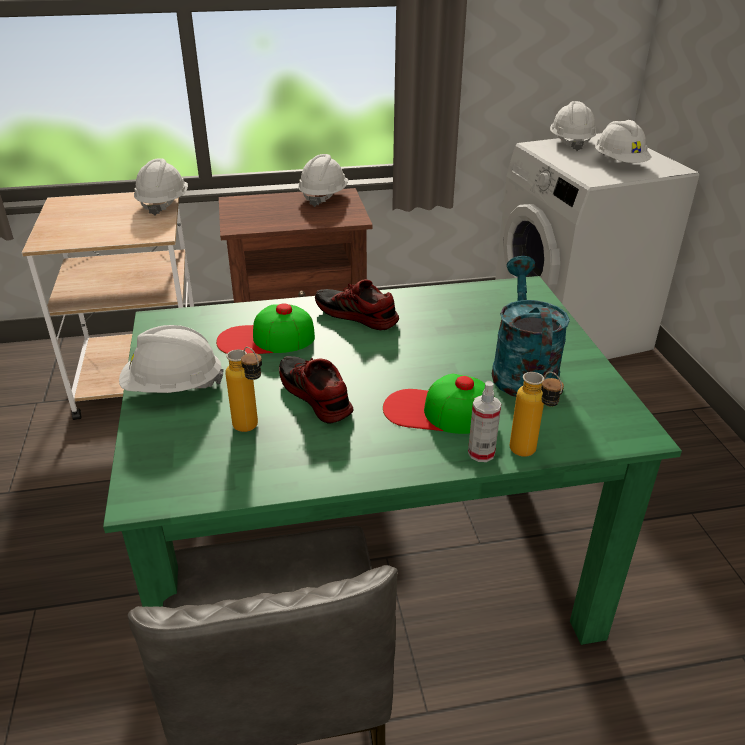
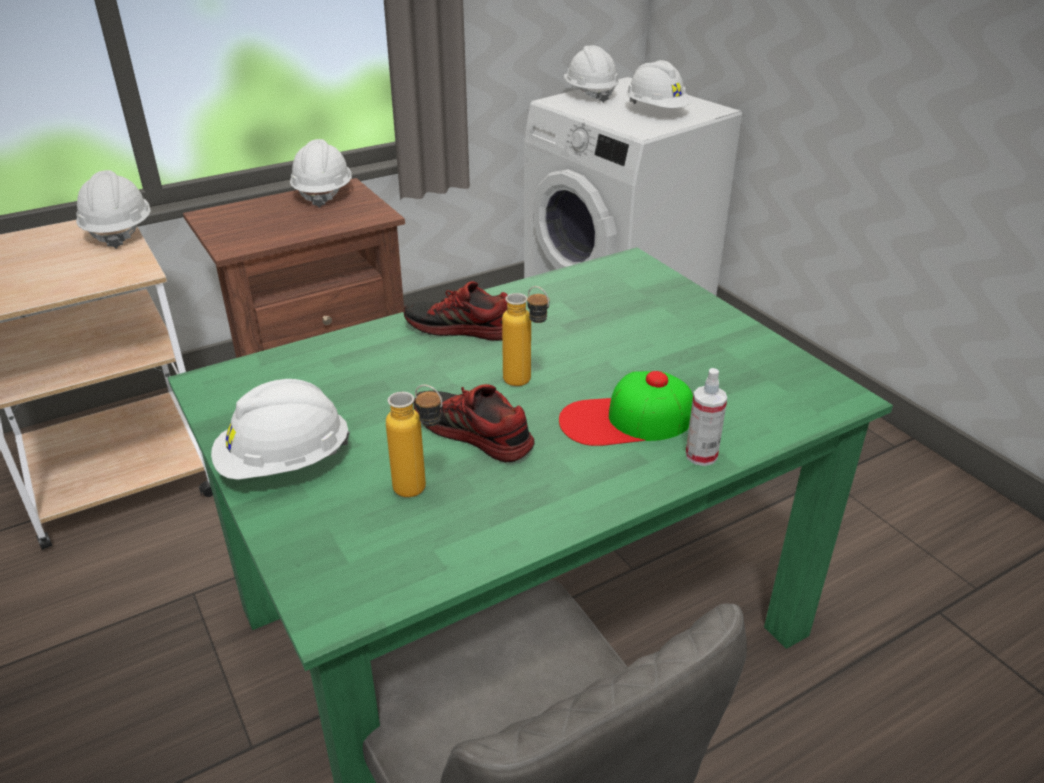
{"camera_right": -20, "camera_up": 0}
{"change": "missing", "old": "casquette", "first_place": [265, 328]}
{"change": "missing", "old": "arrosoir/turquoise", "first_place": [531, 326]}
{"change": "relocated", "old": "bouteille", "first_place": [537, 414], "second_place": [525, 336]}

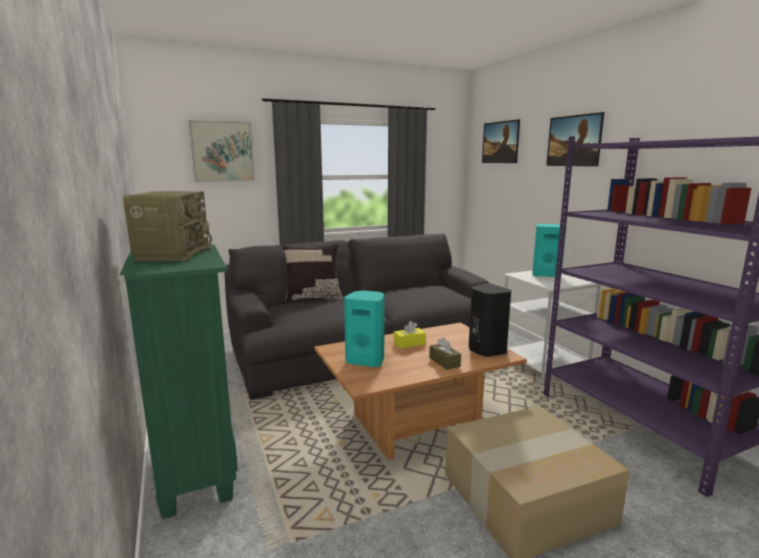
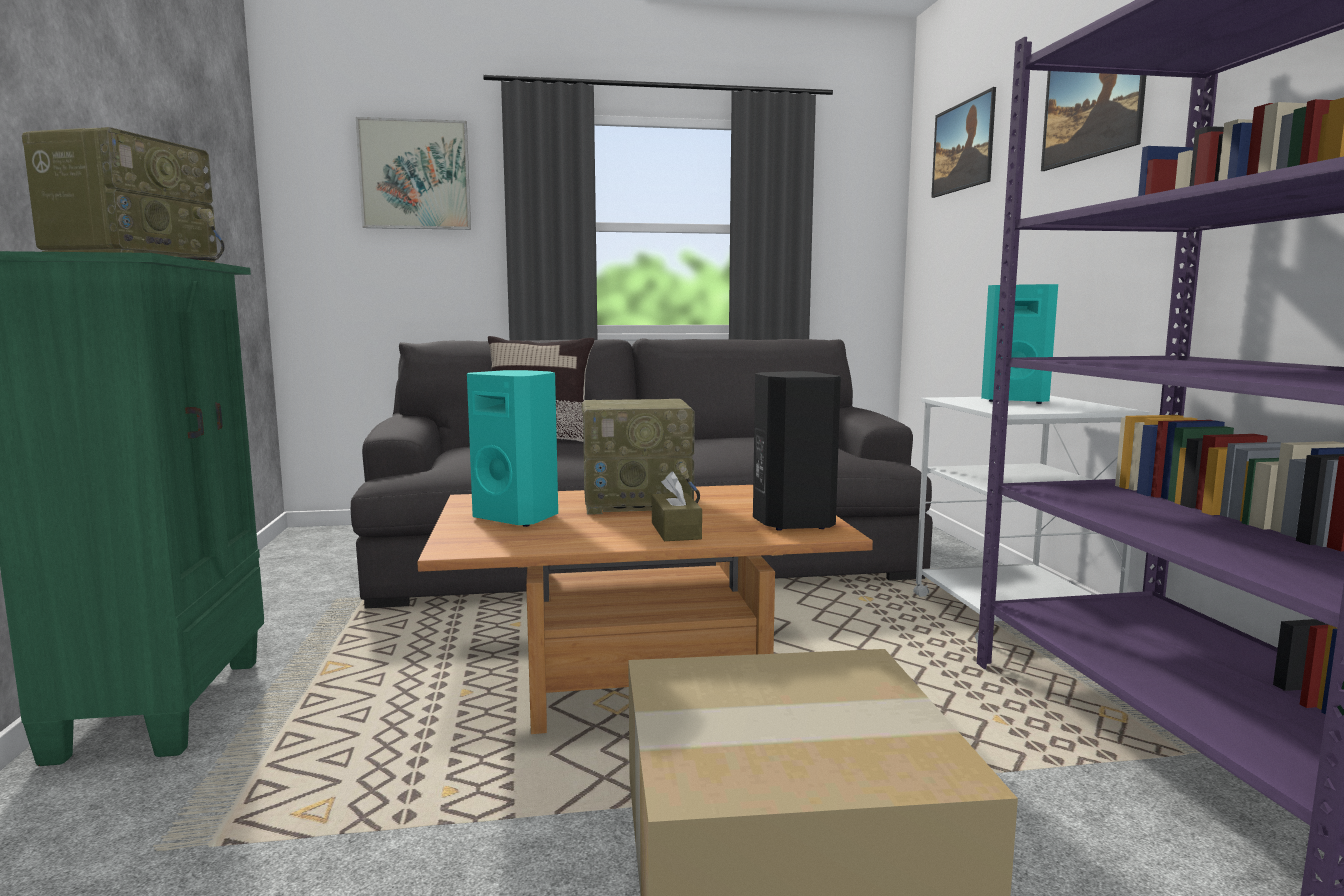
{"camera_right": 15, "camera_up": -5}
{"change": "exchanged", "old": "boîte à mouchoirs/jaune", "new": "radio", "first_place": [410, 334], "second_place": [641, 457]}

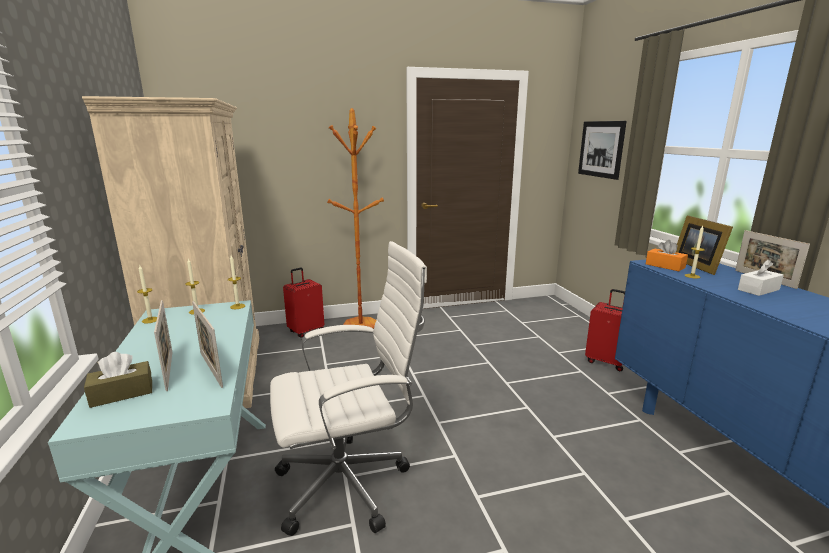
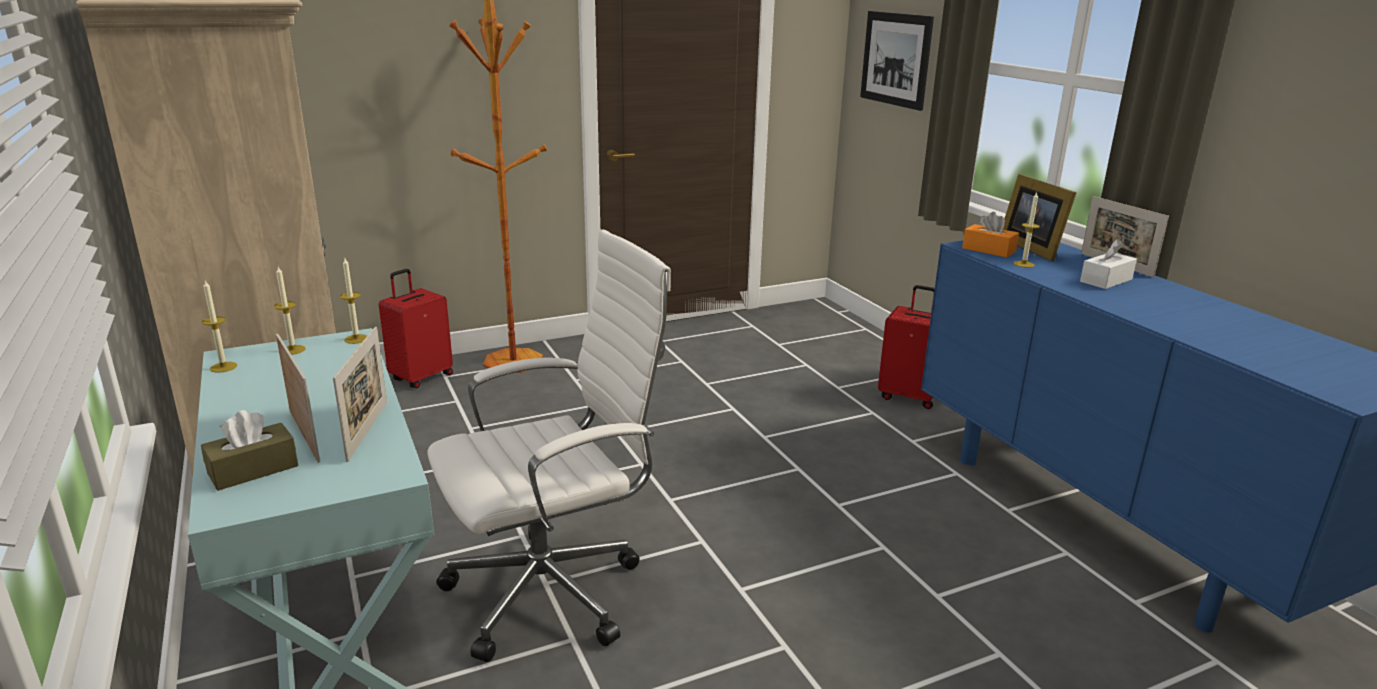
{"camera_right": -10, "camera_up": 5}
{"change": "spun", "old": "cadre photo", "first_place": [207, 344], "second_place": [360, 394], "degrees": -135}

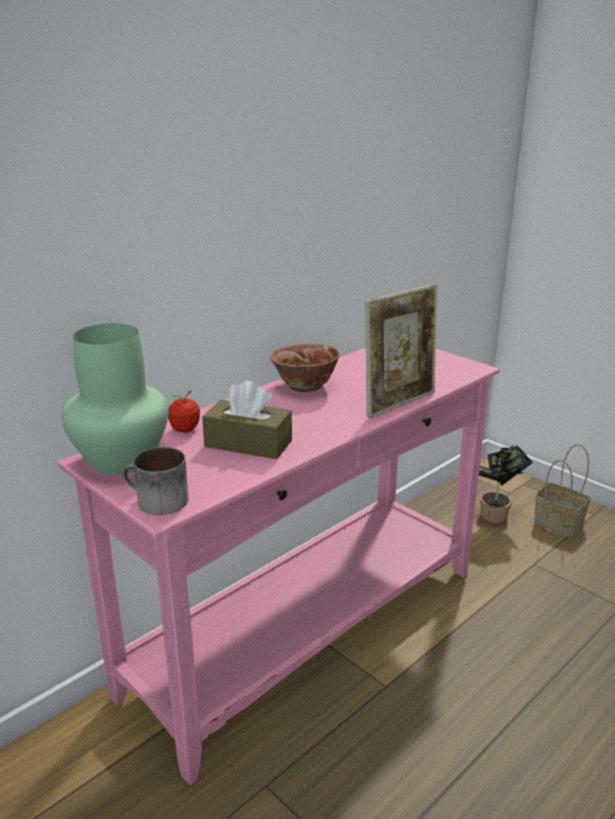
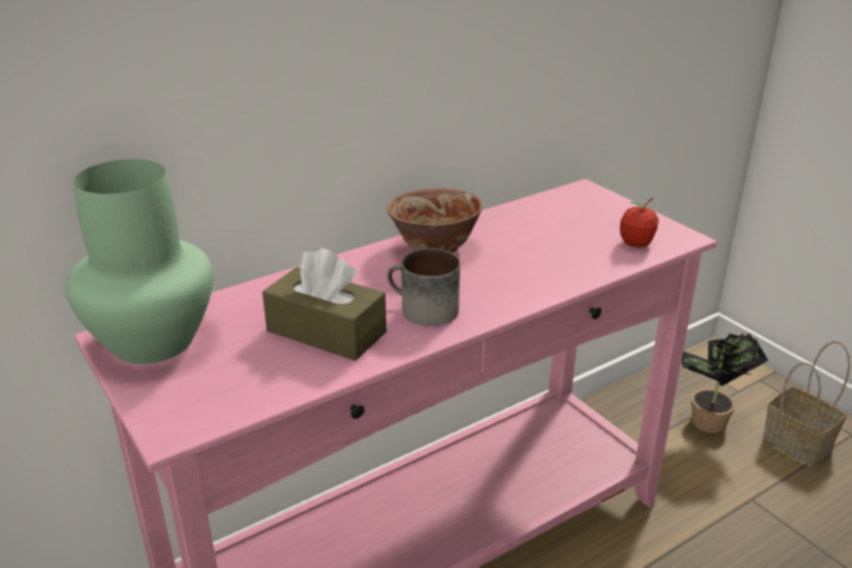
{"camera_right": 10, "camera_up": 5}
{"change": "missing", "old": "cadre photo", "first_place": [401, 351]}
{"change": "relocated", "old": "mug", "first_place": [156, 481], "second_place": [423, 287]}
{"change": "relocated", "old": "pomme", "first_place": [184, 411], "second_place": [639, 222]}

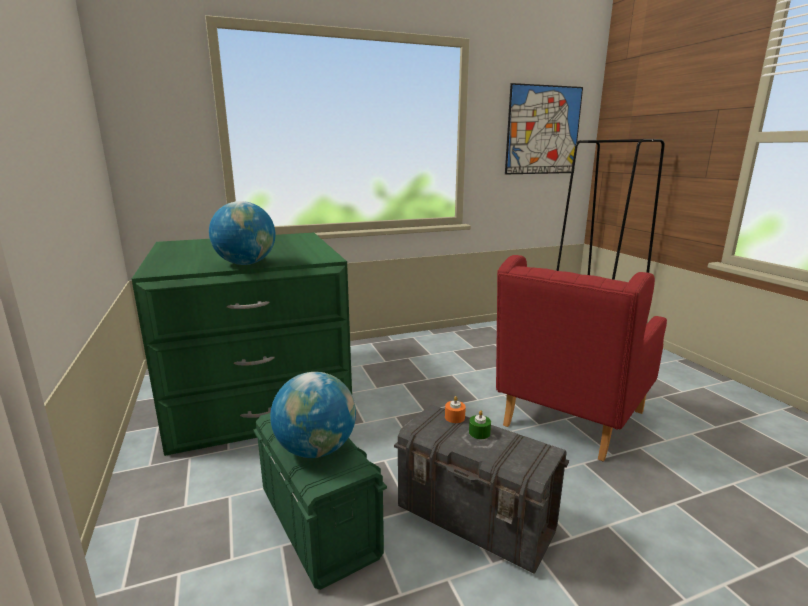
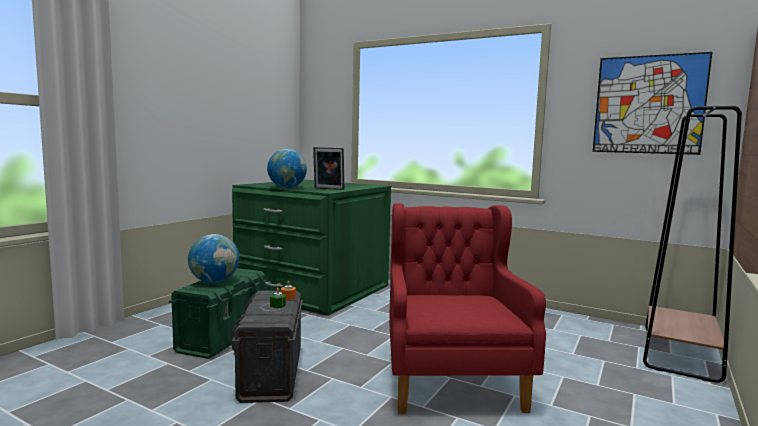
{"camera_right": 50, "camera_up": -10}
{"change": "appeared", "new": "cadre photo", "second_place": [328, 168]}
{"change": "spun", "old": "fauteuil/rouge", "first_place": [581, 358], "second_place": [467, 308], "degrees": 90}

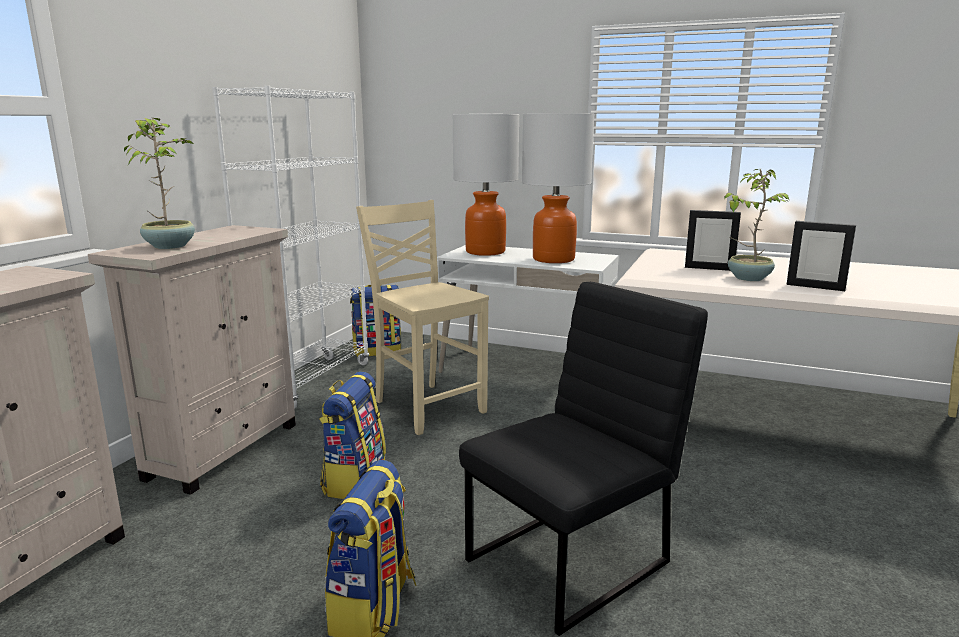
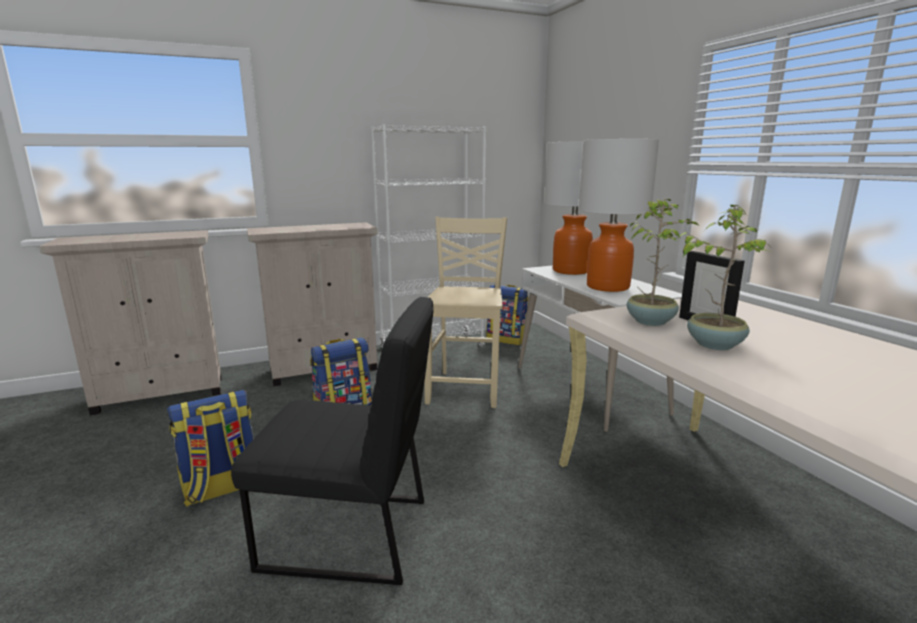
{"camera_right": 45, "camera_up": 0}
{"change": "missing", "old": "cadre photo", "first_place": [821, 256]}
{"change": "relocated", "old": "plante en pot", "first_place": [159, 183], "second_place": [662, 262]}

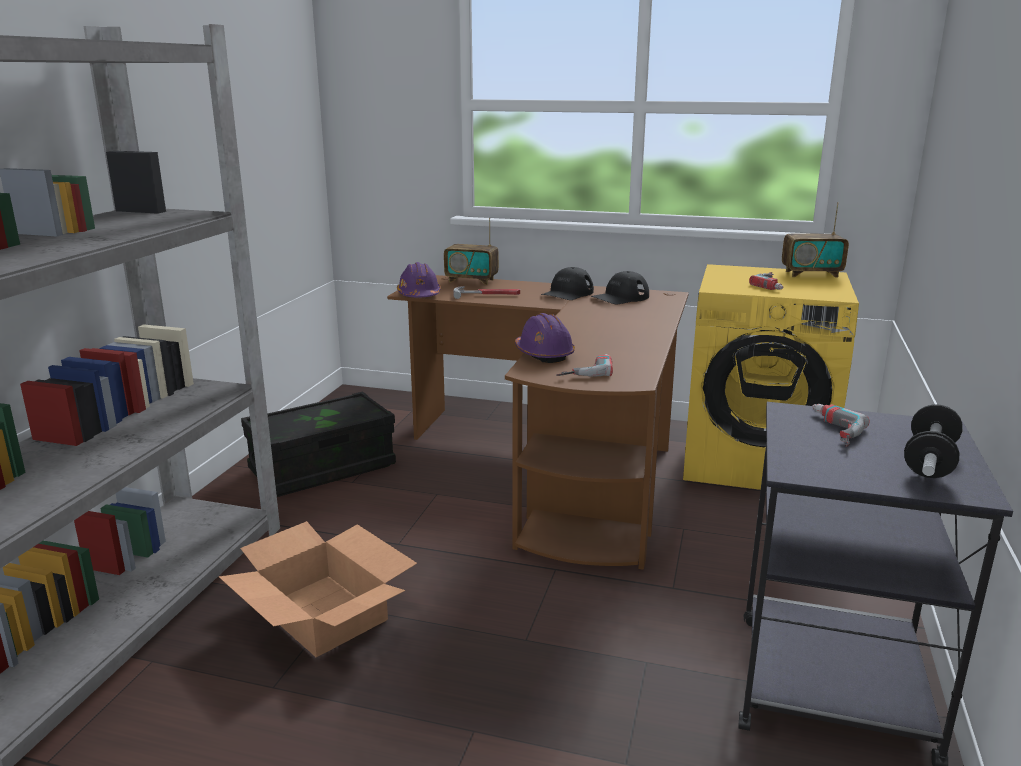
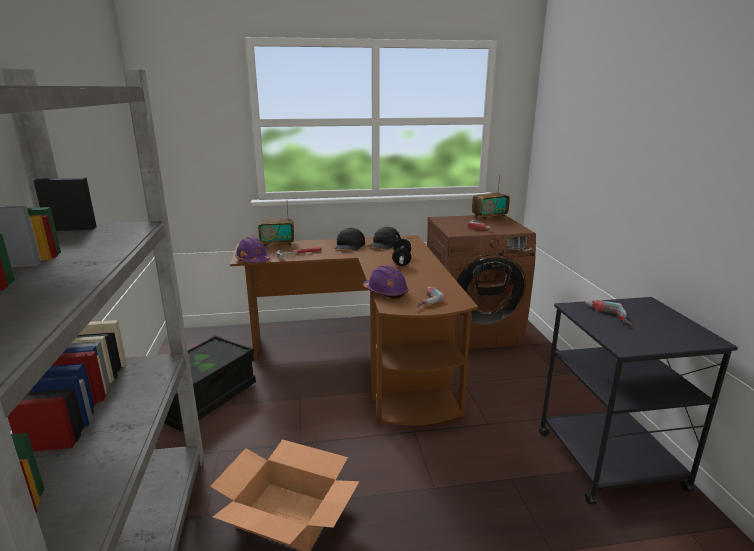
{"camera_right": -25, "camera_up": 0}
{"change": "relocated", "old": "haltère", "first_place": [933, 441], "second_place": [402, 252]}
{"change": "colour", "old": "lave-linge/jaune", "new": "lave-linge/marron", "first_place": [771, 377], "second_place": [481, 282]}

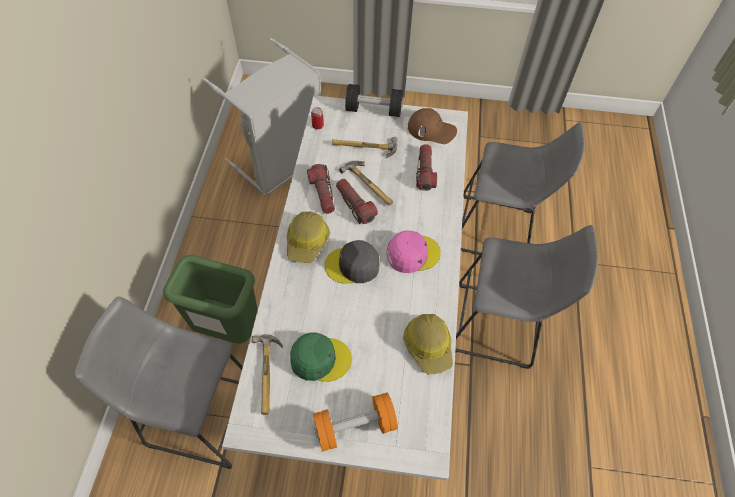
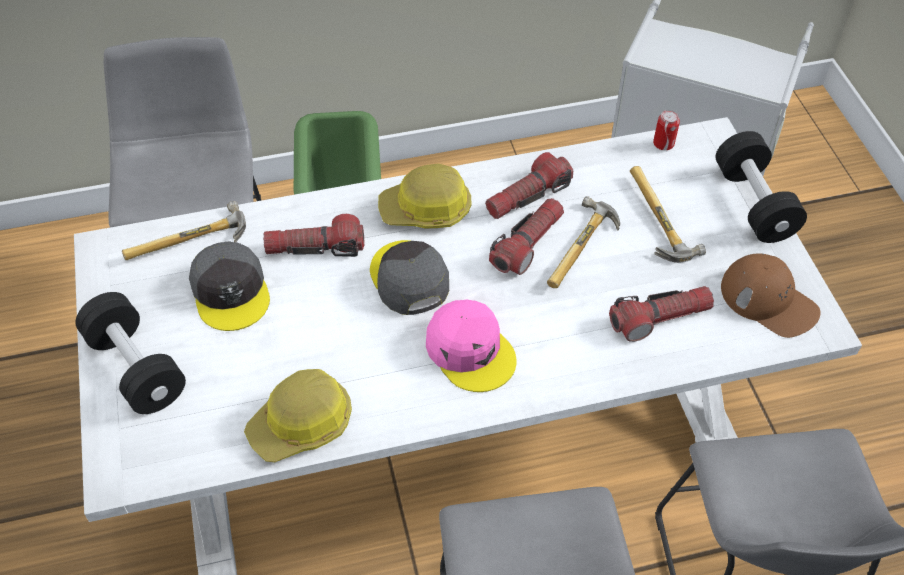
{"camera_right": 70, "camera_up": -5}
{"change": "appeared", "new": "lampe de poche", "second_place": [313, 235]}
{"change": "colour", "old": "casquette/vert", "new": "casquette/gris", "first_place": [321, 357], "second_place": [229, 286]}
{"change": "colour", "old": "haltère/orange", "new": "haltère/noir", "first_place": [355, 422], "second_place": [130, 353]}
{"change": "spun", "old": "casquette/marron", "first_place": [432, 126], "second_place": [771, 296], "degrees": -45}

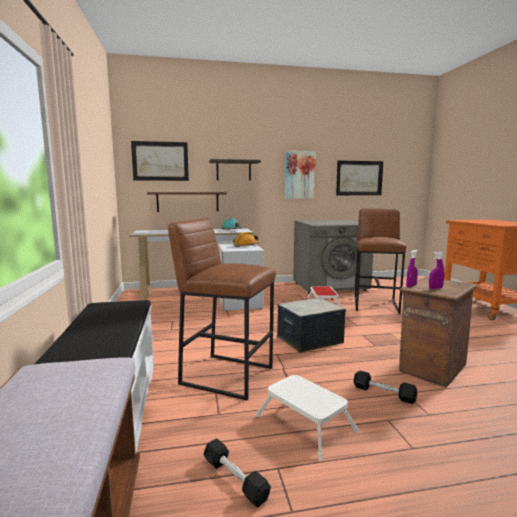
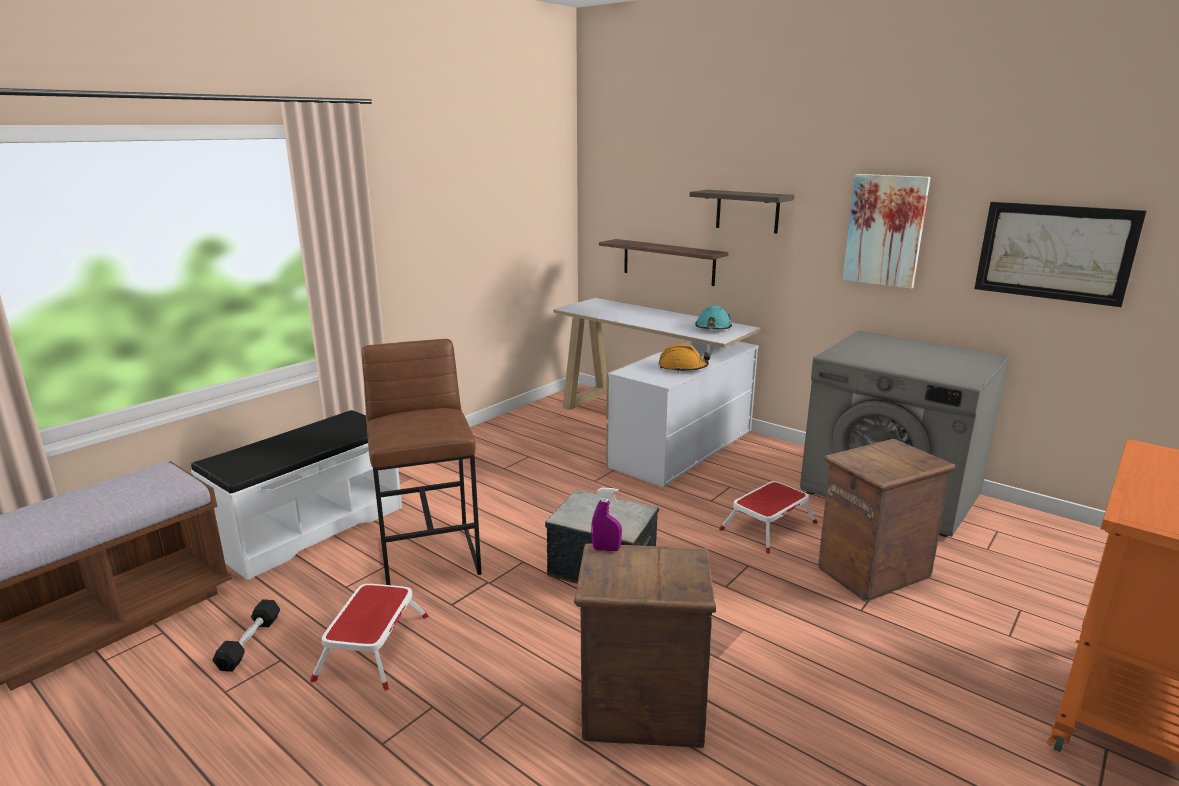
{"camera_right": 50, "camera_up": 10}
{"change": "missing", "old": "tableau", "first_place": [160, 161]}
{"change": "missing", "old": "haltère/noir", "first_place": [385, 387]}
{"change": "missing", "old": "vaporisateur/violet", "first_place": [436, 270]}
{"change": "exchanged", "old": "tabouret/marron", "new": "caisse", "first_place": [380, 261], "second_place": [887, 520]}
{"change": "colour", "old": "escabeau/blanc", "new": "escabeau/rouge", "first_place": [307, 417], "second_place": [369, 637]}

